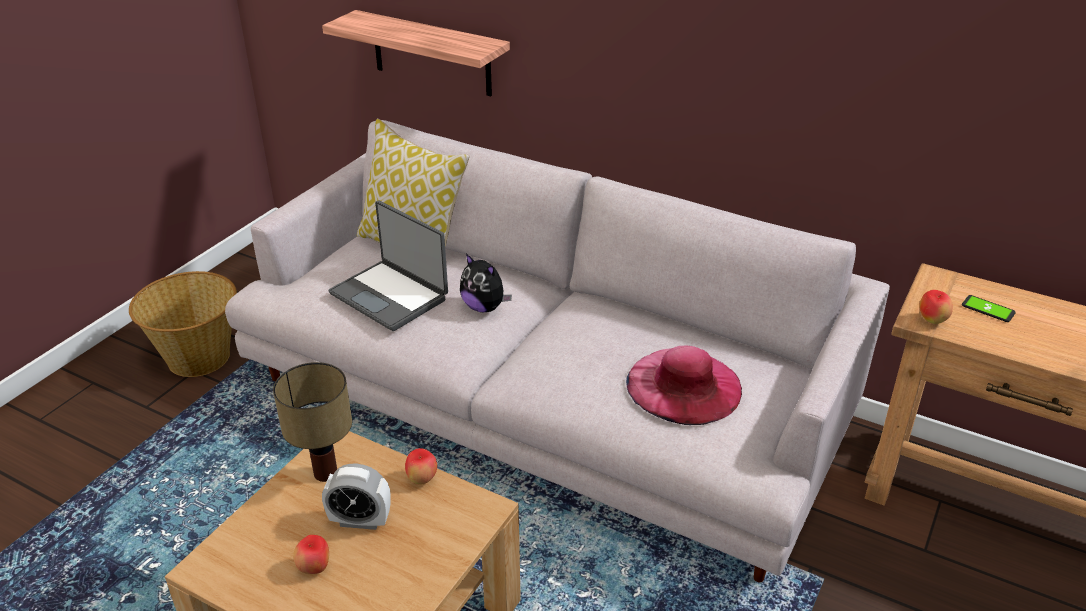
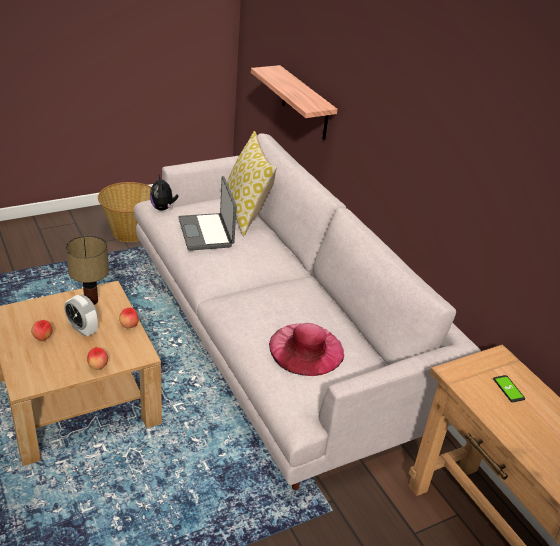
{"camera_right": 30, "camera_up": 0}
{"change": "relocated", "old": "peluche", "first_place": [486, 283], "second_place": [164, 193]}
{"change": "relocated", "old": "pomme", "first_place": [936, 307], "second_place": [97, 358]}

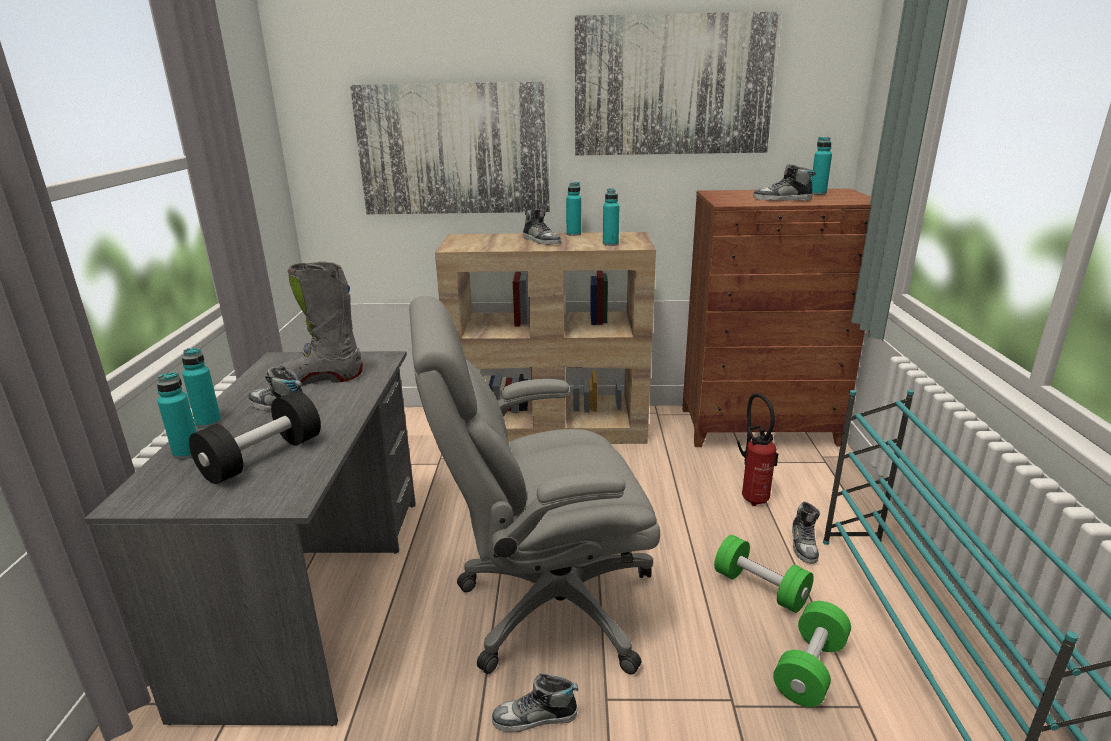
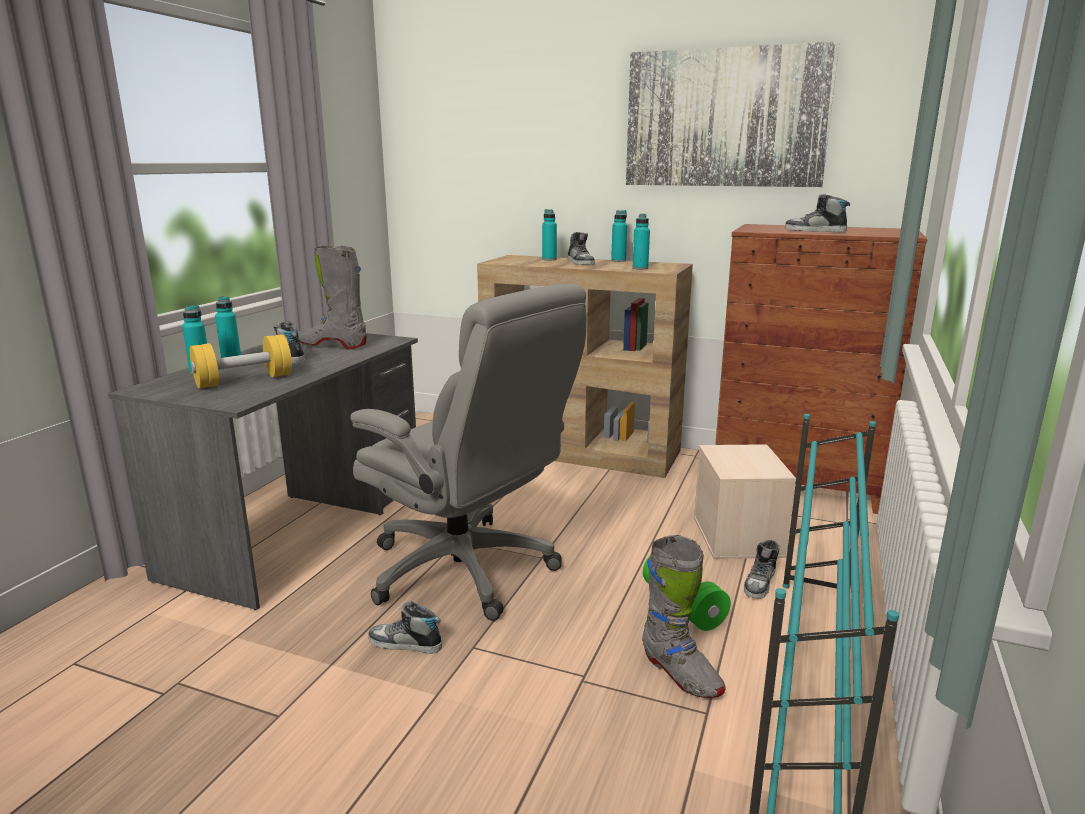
{"camera_right": 20, "camera_up": -5}
{"change": "missing", "old": "tableau", "first_place": [450, 148]}
{"change": "relocated", "old": "bouteille/turquoise", "first_place": [822, 166], "second_place": [549, 234]}
{"change": "exchanged", "old": "extincteur", "new": "boîte de rangement/beige", "first_place": [758, 449], "second_place": [745, 501]}
{"change": "exchanged", "old": "haltère/vert", "new": "botte/gris", "first_place": [812, 654], "second_place": [684, 616]}
{"change": "colour", "old": "haltère/noir", "new": "haltère/jaune", "first_place": [255, 437], "second_place": [241, 361]}
{"change": "spun", "old": "chaise de bureau/gris", "first_place": [534, 485], "second_place": [468, 452], "degrees": -150}

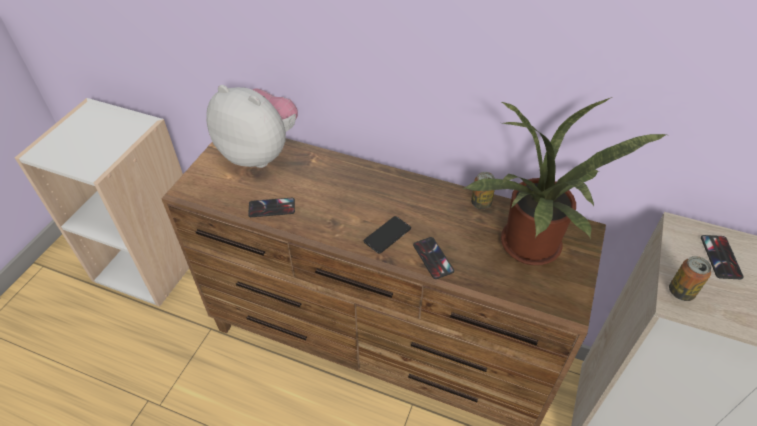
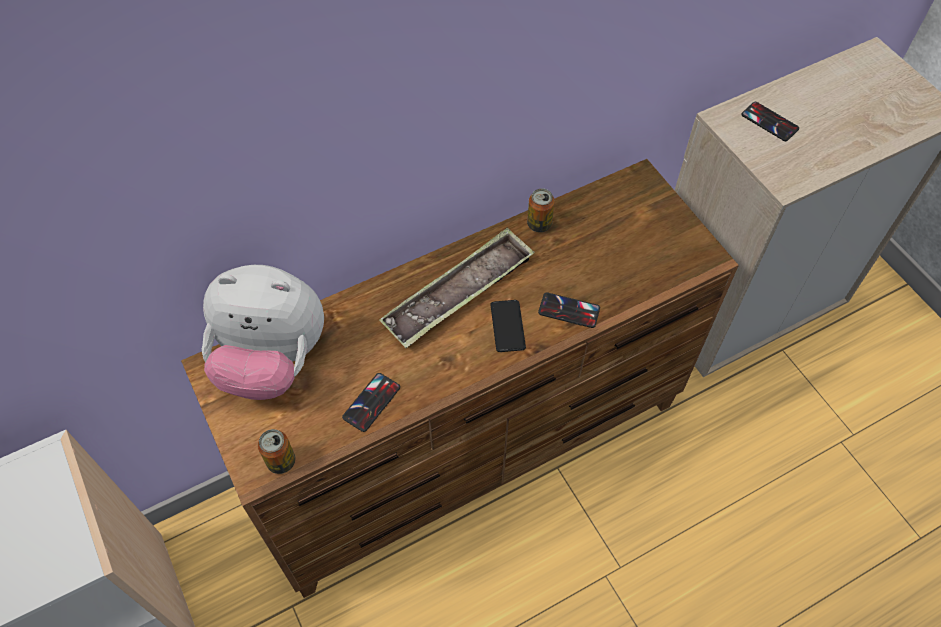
{"camera_right": -50, "camera_up": 10}
{"change": "missing", "old": "plante en pot", "first_place": [565, 181]}
{"change": "appeared", "new": "plateau", "second_place": [456, 288]}
{"change": "relocated", "old": "boîte métallique", "first_place": [690, 278], "second_place": [276, 451]}
{"change": "spun", "old": "peluche", "first_place": [252, 126], "second_place": [263, 332], "degrees": -150}

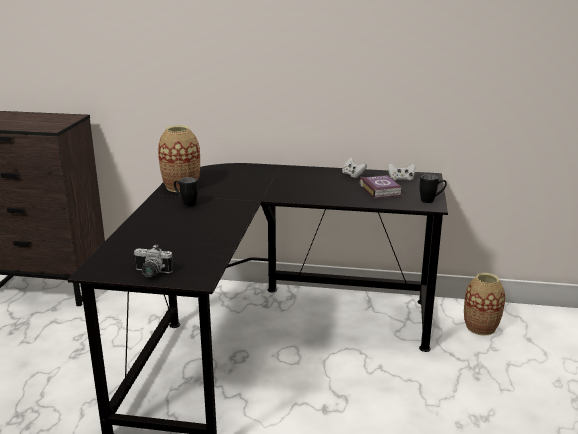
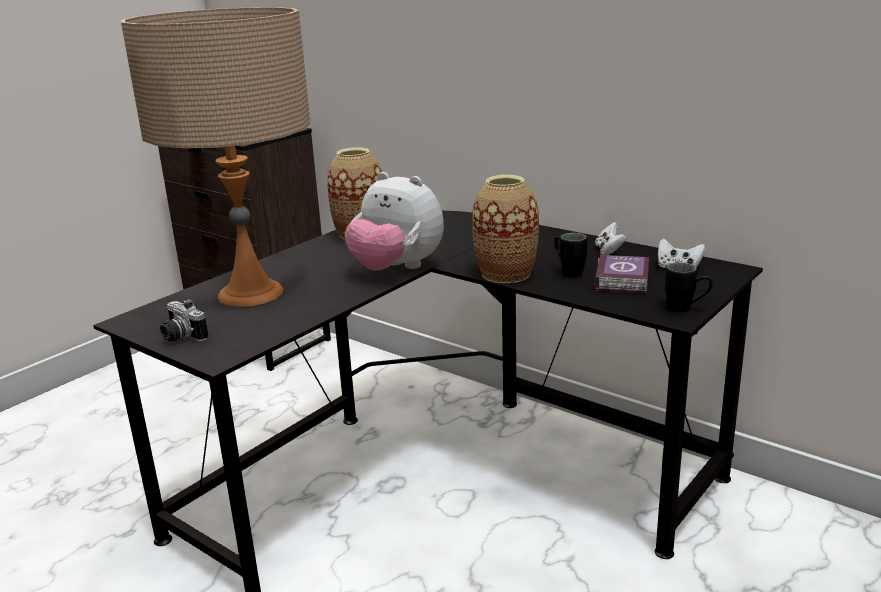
{"camera_right": 30, "camera_up": 0}
{"change": "appeared", "new": "lampe de table/beige", "second_place": [215, 157]}
{"change": "appeared", "new": "peluche", "second_place": [394, 221]}
{"change": "relocated", "old": "mug/noir", "first_place": [186, 192], "second_place": [571, 255]}
{"change": "relocated", "old": "vase", "first_place": [484, 304], "second_place": [505, 229]}

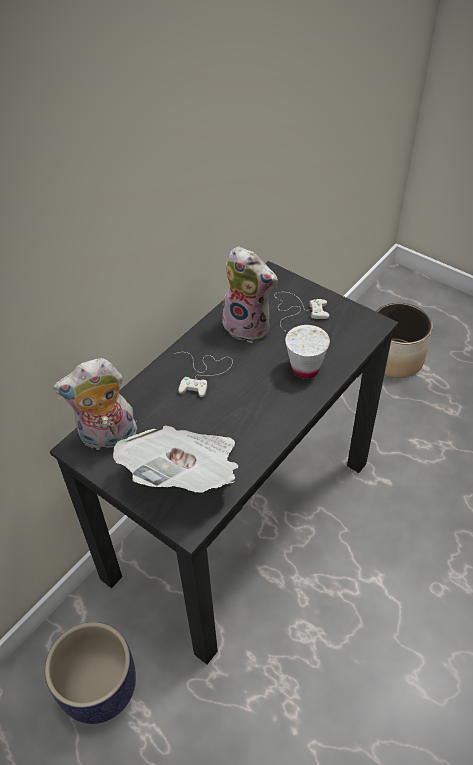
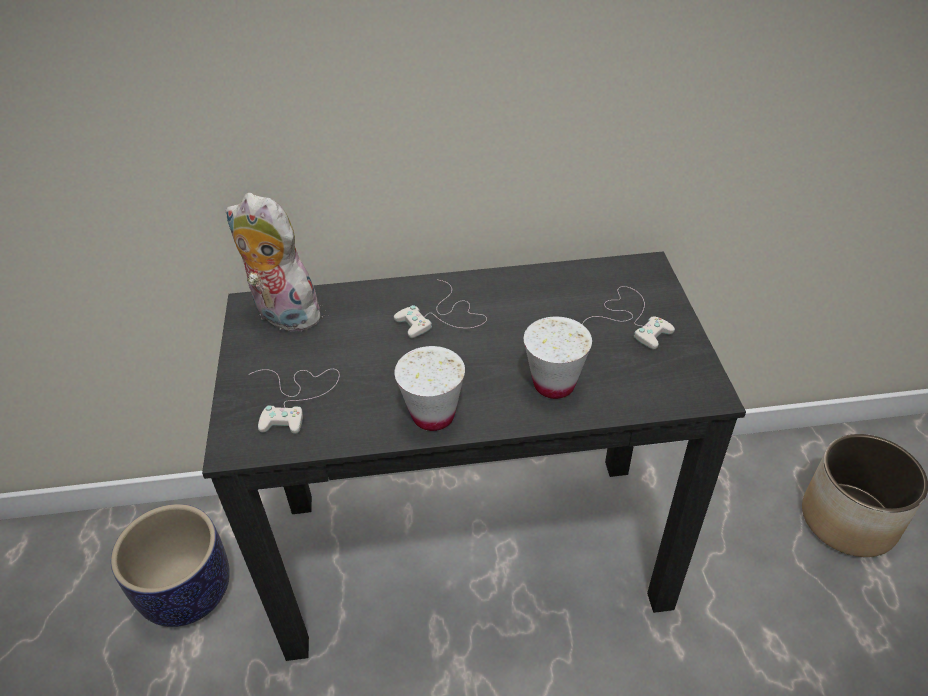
{"camera_right": 45, "camera_up": -5}
{"change": "missing", "old": "peluche", "first_place": [250, 294]}
{"change": "appeared", "new": "tasse/blanc", "second_place": [429, 388]}
{"change": "exchanged", "old": "journal", "new": "manette/blanc", "first_place": [175, 458], "second_place": [294, 401]}

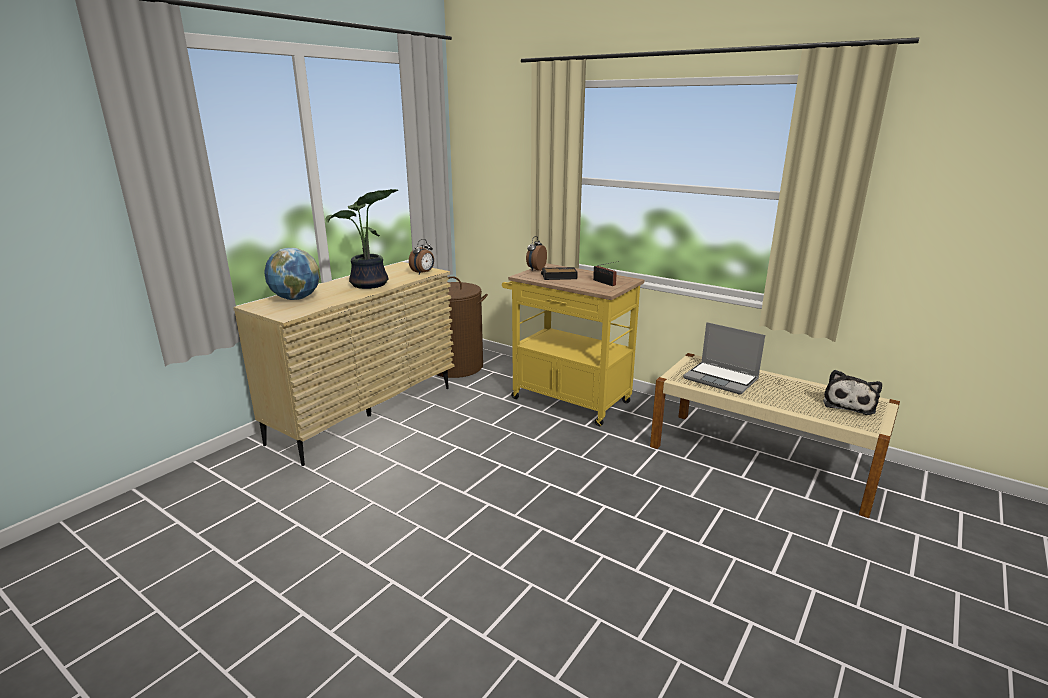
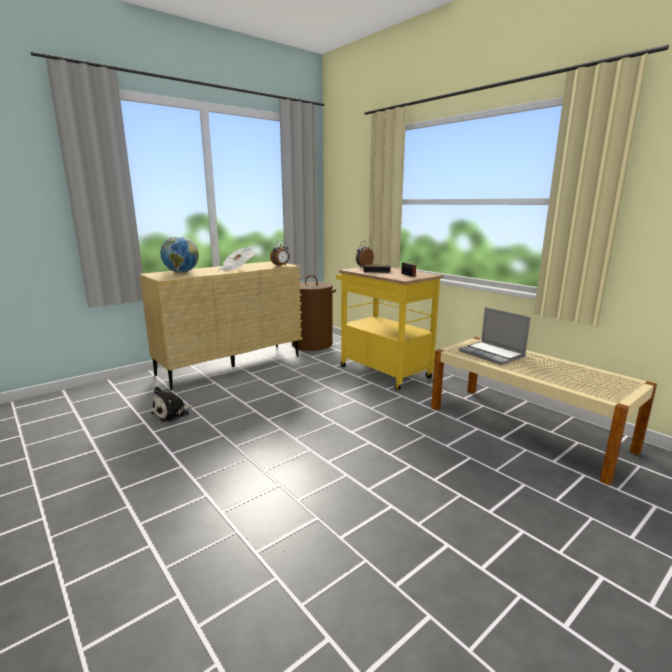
{"camera_right": 15, "camera_up": -5}
{"change": "relocated", "old": "peluche", "first_place": [852, 392], "second_place": [172, 404]}
{"change": "exchanged", "old": "plante en pot", "new": "journal", "first_place": [361, 239], "second_place": [237, 259]}

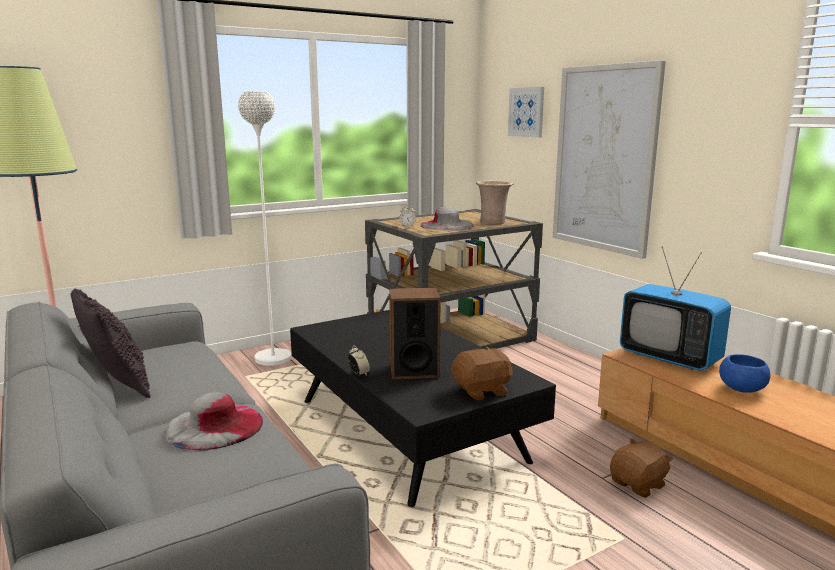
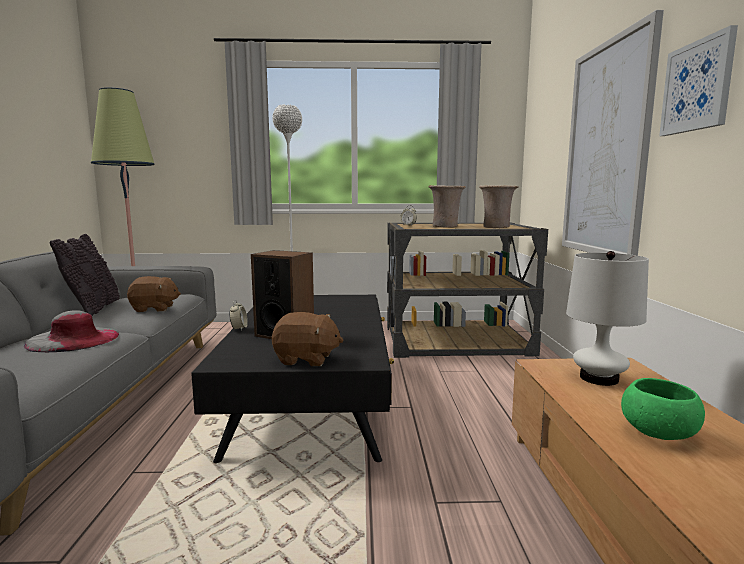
{"camera_right": 30, "camera_up": -5}
{"change": "relocated", "old": "tableau", "first_place": [526, 112], "second_place": [698, 80]}
{"change": "relocated", "old": "peluche/marron", "first_place": [641, 468], "second_place": [154, 294]}
{"change": "exchanged", "old": "chapeau/gris", "new": "vase/beige", "first_place": [446, 218], "second_place": [447, 206]}
{"change": "exchanged", "old": "téléviseur", "new": "lampe de table/blanc", "first_place": [675, 308], "second_place": [607, 318]}
{"change": "colour", "old": "bol/bleu", "new": "bol/vert", "first_place": [745, 373], "second_place": [663, 409]}

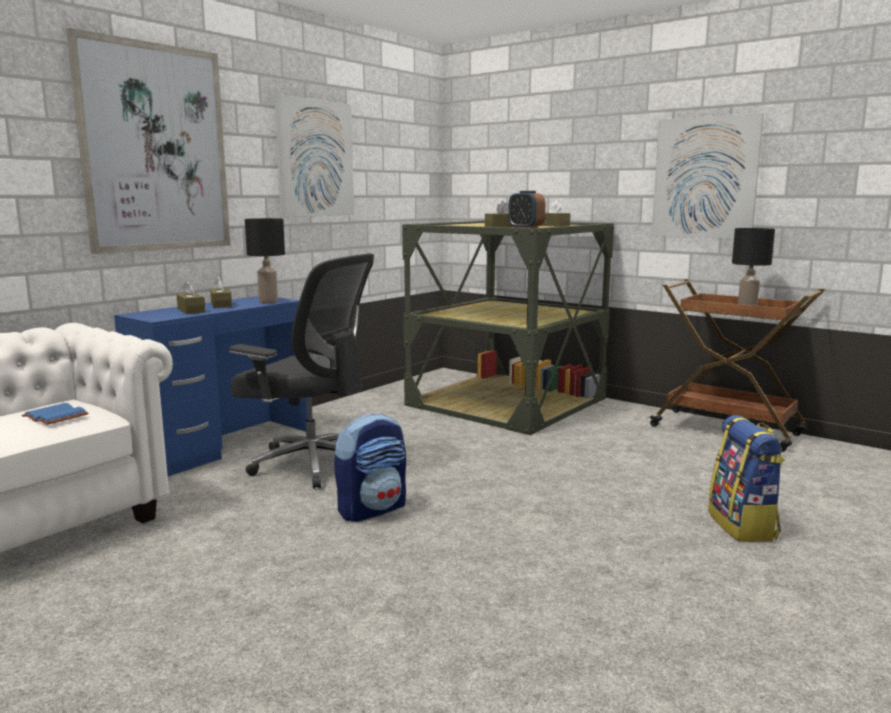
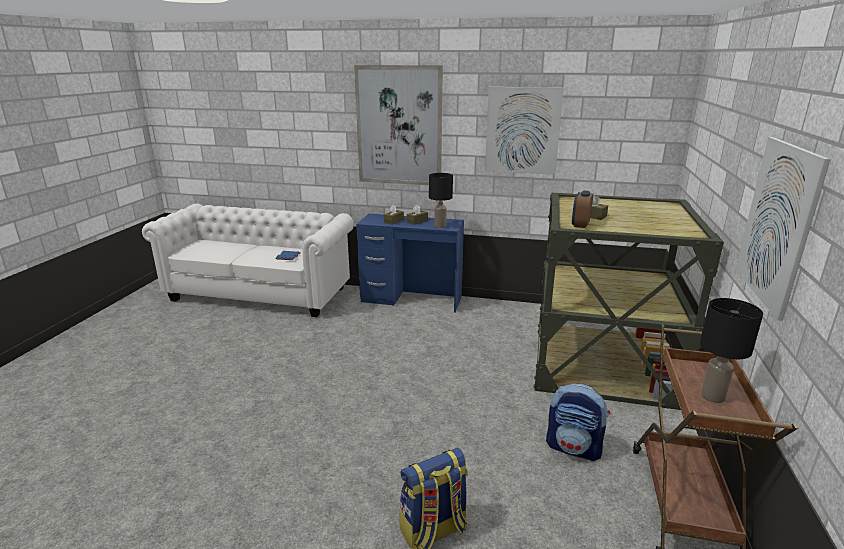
{"camera_right": 65, "camera_up": 10}
{"change": "missing", "old": "chaise de bureau", "first_place": [301, 371]}
{"change": "missing", "old": "boîte à mouchoirs/marron", "first_place": [556, 214]}
{"change": "relocated", "old": "sac à dos", "first_place": [370, 467], "second_place": [578, 422]}

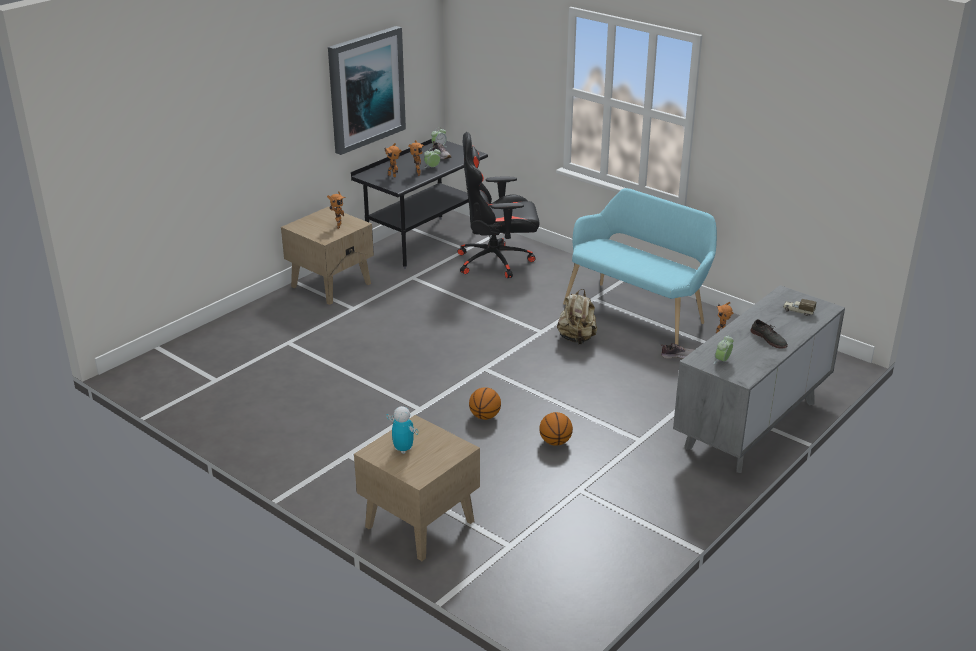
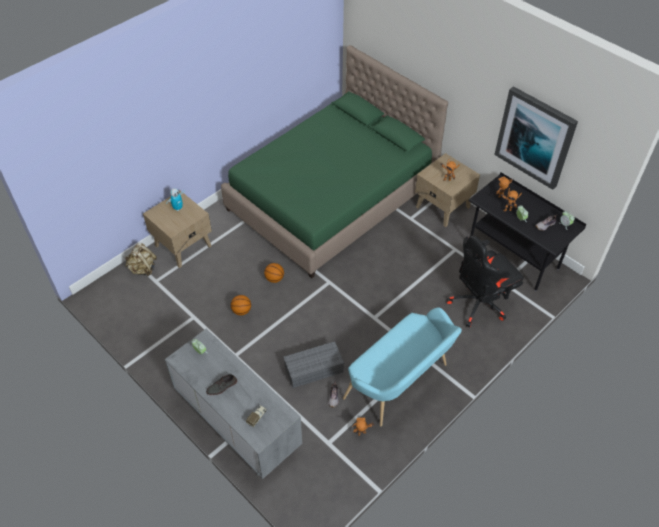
{"camera_right": 95, "camera_up": 20}
{"change": "appeared", "new": "lit/vert", "second_place": [334, 161]}
{"change": "appeared", "new": "boîte de rangement/gris", "second_place": [314, 364]}
{"change": "relocated", "old": "sac à dos/beige", "first_place": [577, 316], "second_place": [141, 260]}
{"change": "spun", "old": "chaise de bureau/noir", "first_place": [498, 205], "second_place": [485, 281], "degrees": -120}

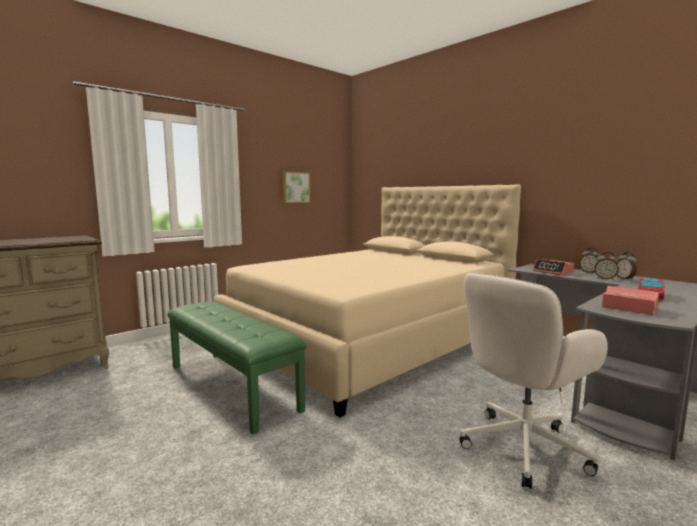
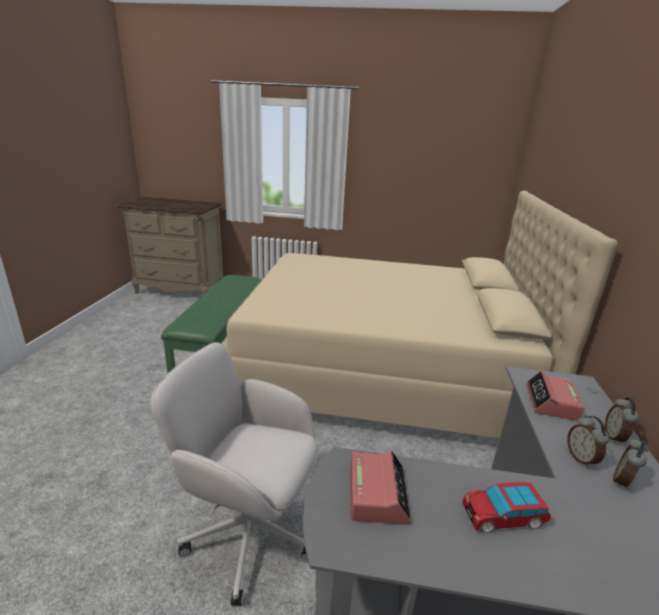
{"camera_right": 50, "camera_up": 15}
{"change": "missing", "old": "tableau", "first_place": [296, 187]}

